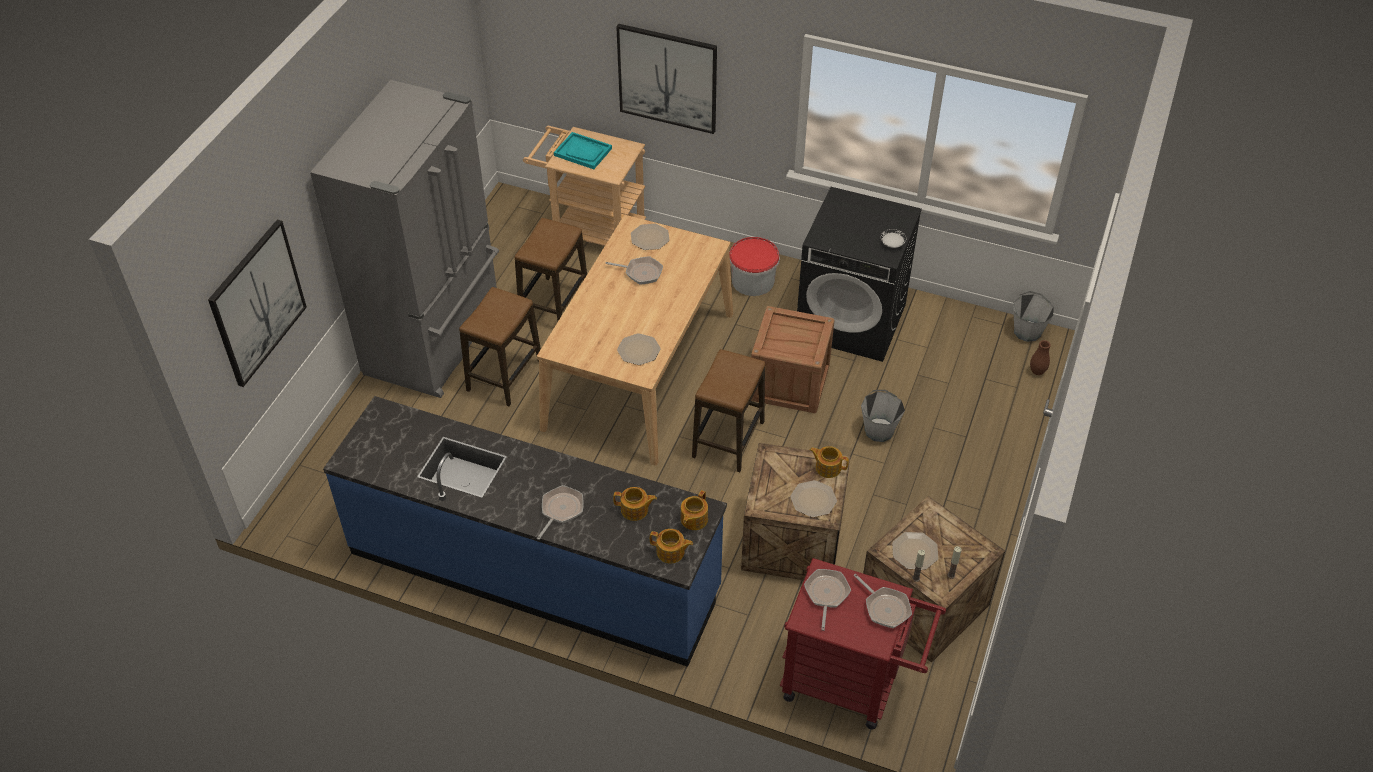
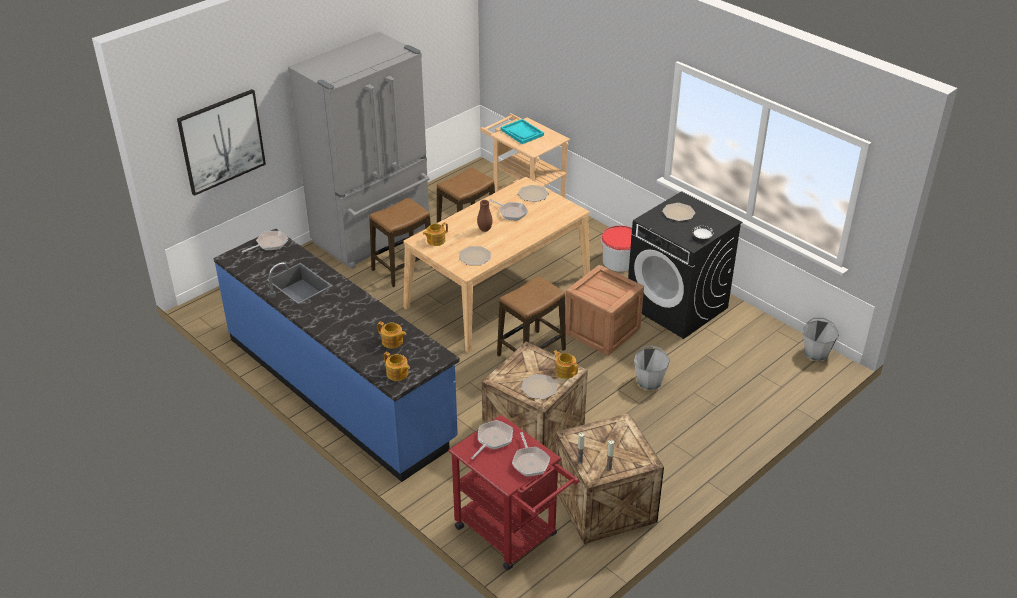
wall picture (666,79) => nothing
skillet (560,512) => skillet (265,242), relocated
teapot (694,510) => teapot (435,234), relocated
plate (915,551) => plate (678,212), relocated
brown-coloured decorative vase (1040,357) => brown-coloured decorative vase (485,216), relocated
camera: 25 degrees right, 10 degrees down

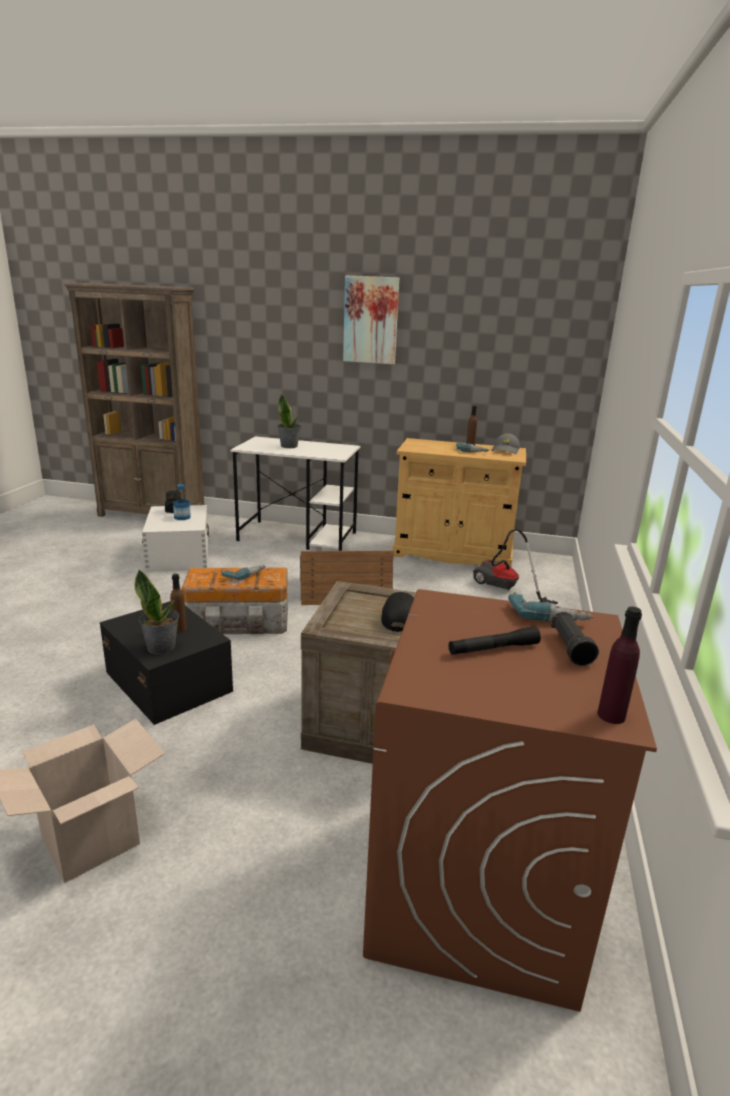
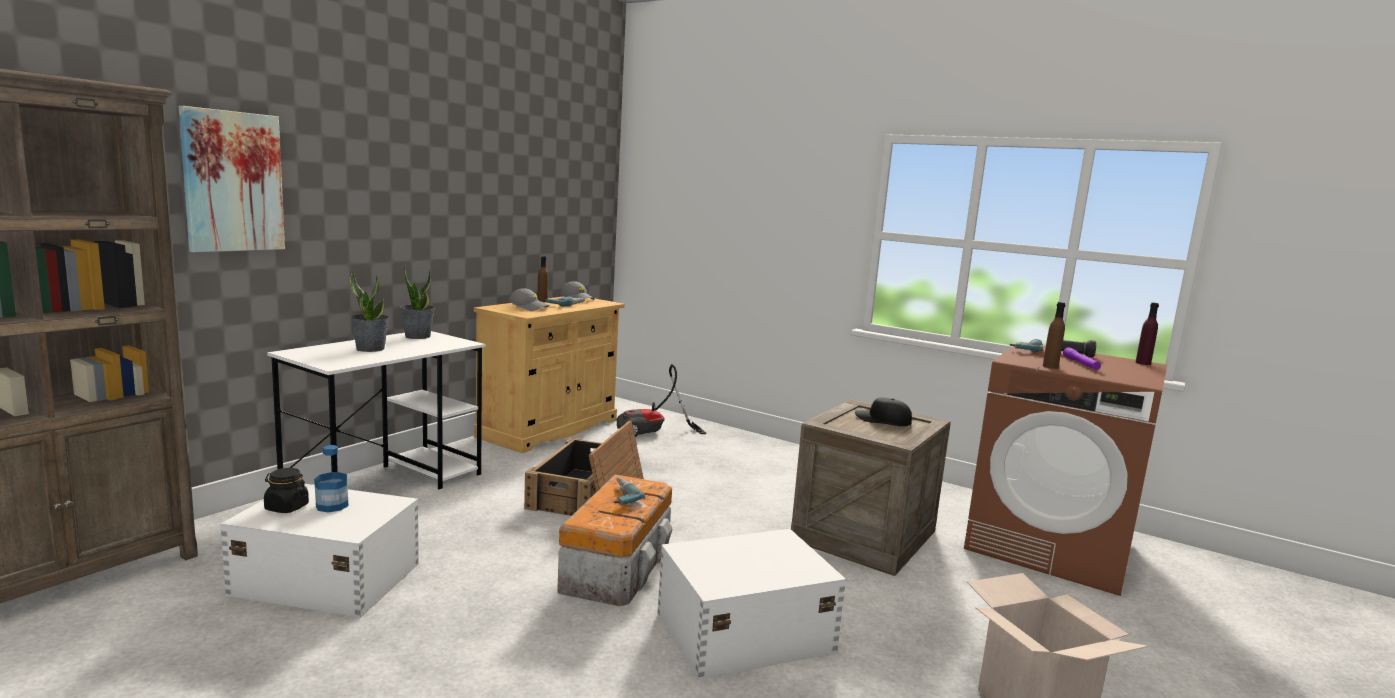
nothing => gray baseball cap (529,299)
plant in a pot (156,612) => plant in a pot (417,302), relocated
brown-coloured beverage bottle (178,603) => brown-coloured beverage bottle (1054,335), relocated
wall picture (371,320) => wall picture (232,179), relocated
blackish storage container (166,663) => white-coloured storage container (751,604)
blackish hand torch (495,640) => purple-coloured hand torch (1082,358)
camera: 70 degrees left, 10 degrees down

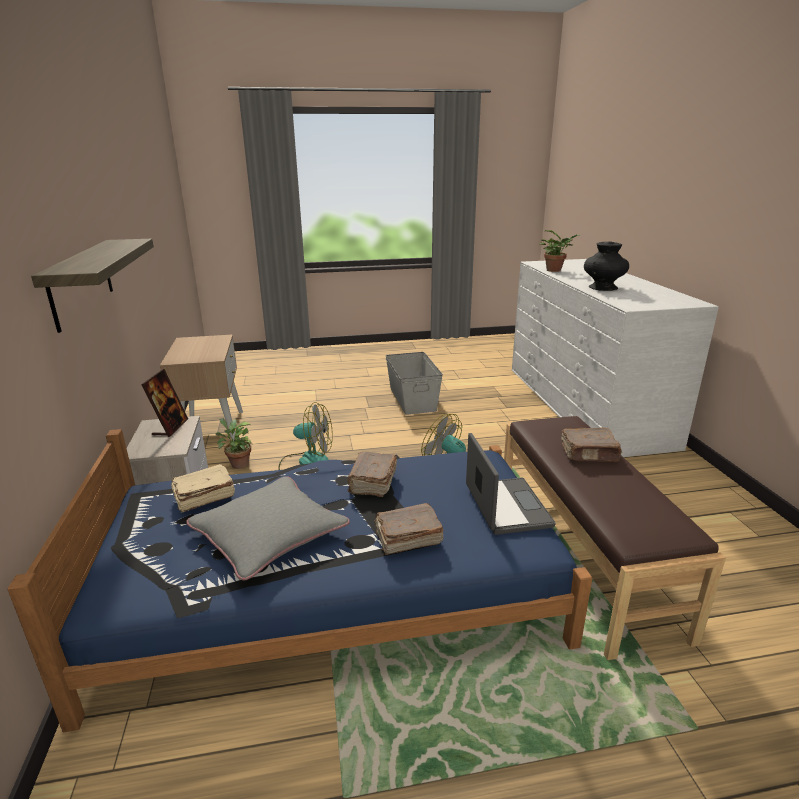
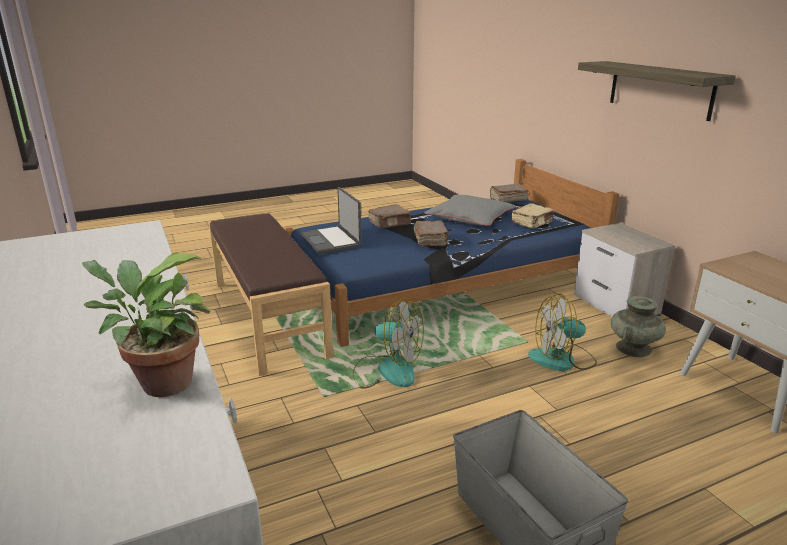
photo frame (164,403) => nothing
blackish decorative vase (606,266) => nothing
brown-coloured bound book (591,444) => brown-coloured bound book (509,193), relocated
plant in a pot (234,443) => turquoise decorative vase (638,326)
camera: 165 degrees right, 0 degrees up

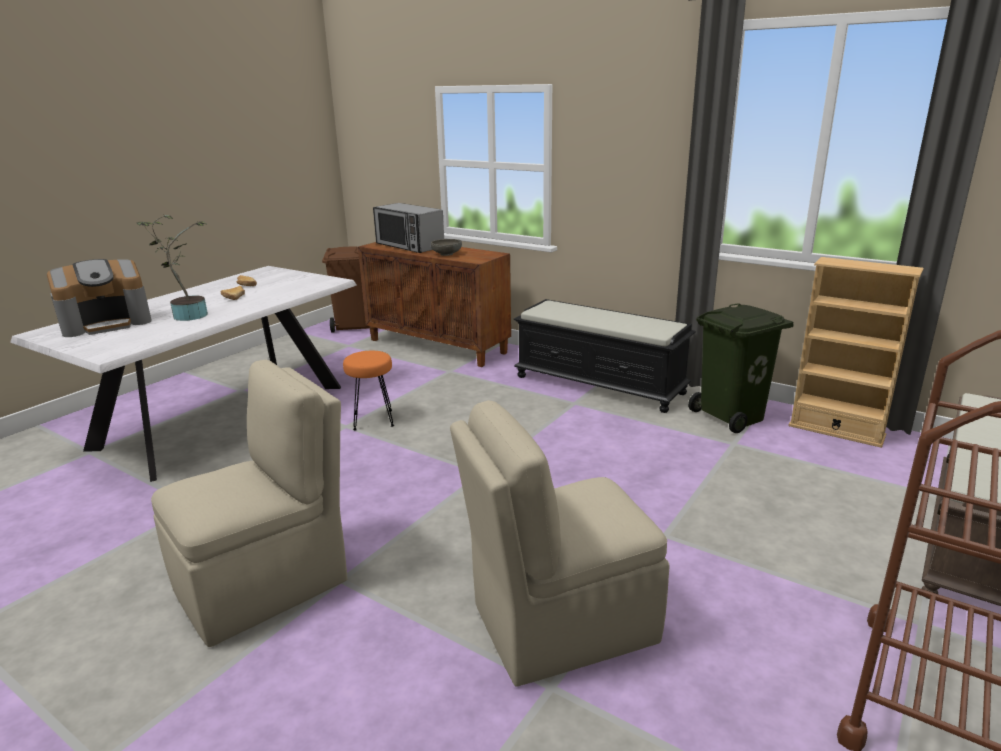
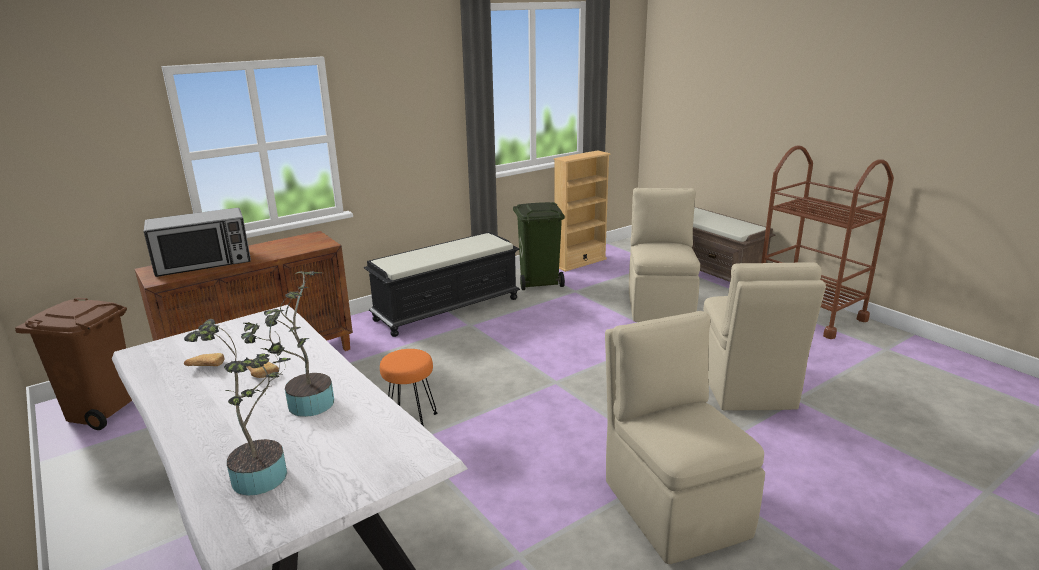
gray serving bowl (446,247) => nothing
nothing => sand-coloured upright chair (664,255)
coffee machine (99,298) => plant in a pot (237,407)
camera: 70 degrees left, 0 degrees up

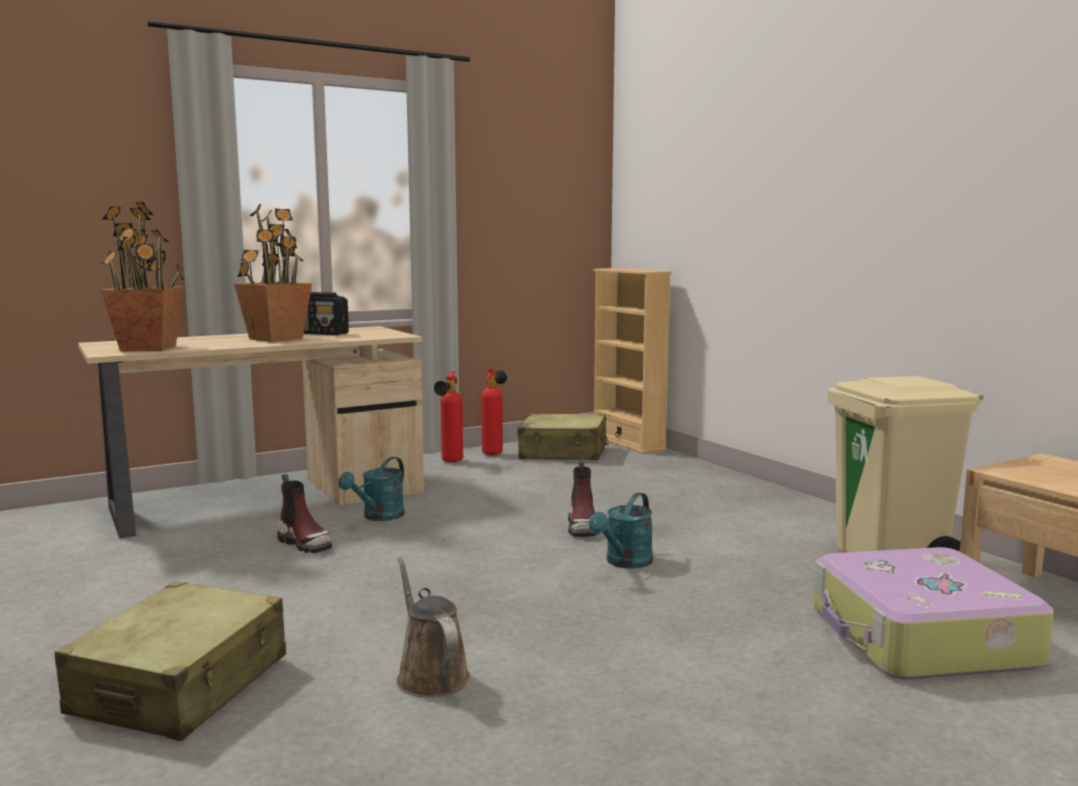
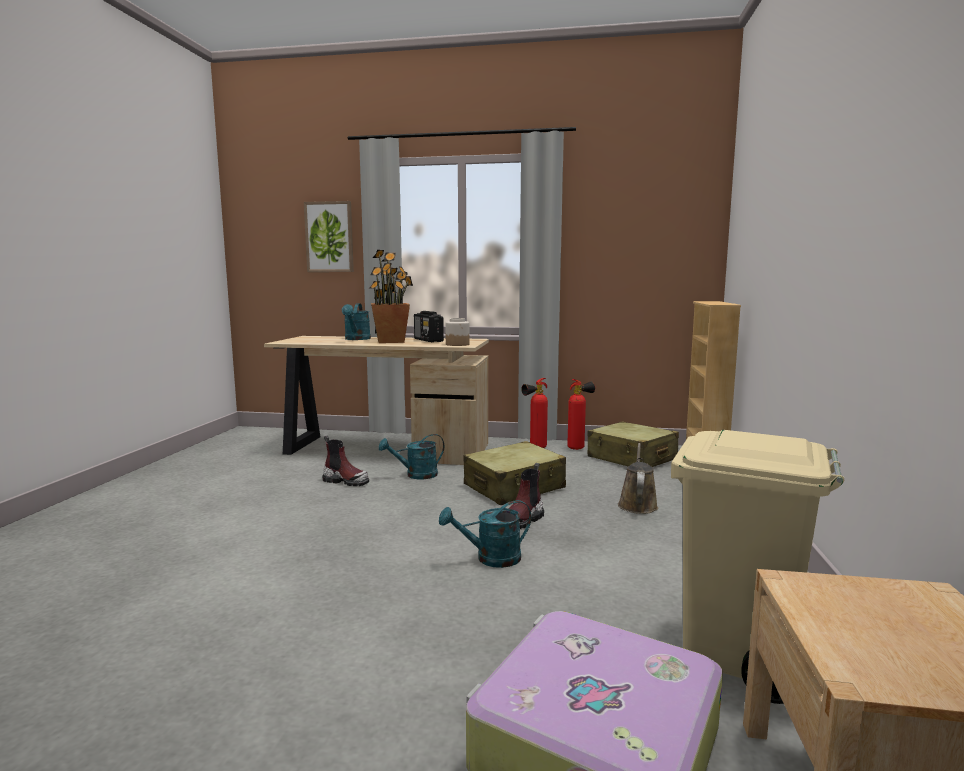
plant in a pot (142,276) => nothing
nothing => wall picture (329,236)
nothing => turquoise sprinkling can (356,321)
nothing => jar (457,332)
sand-coloured piece of luggage (170,661) => sand-coloured piece of luggage (514,473), relocated
brown-coloured sprinkling can (433,626) => brown-coloured sprinkling can (638,478), relocated
boot (304,513) => boot (345,460), 60 degrees counterclockwise
camera: 40 degrees right, 0 degrees up

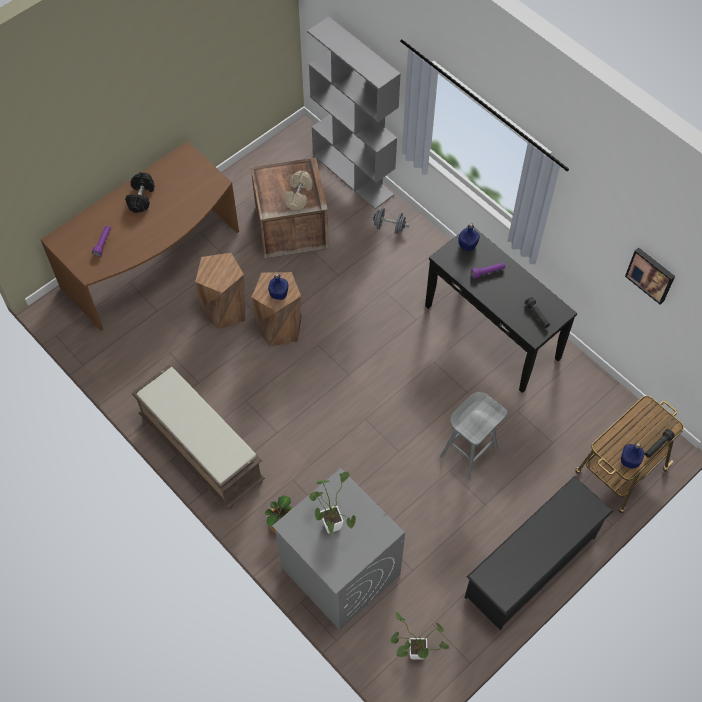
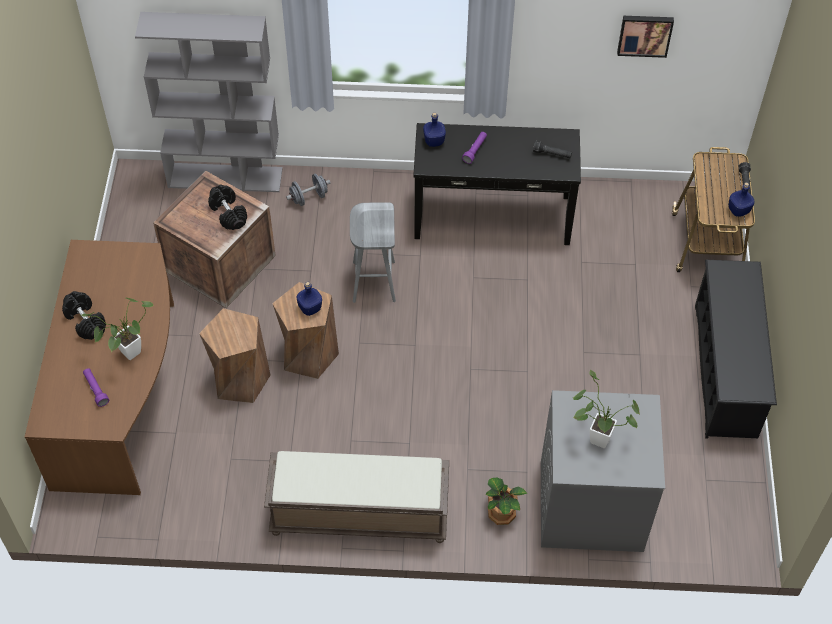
plant in a pot (419,636) => plant in a pot (116,329), relocated
gray sitting stool (473,436) => gray sitting stool (373,252), relocated
sand-coloured free weight (298,190) => blackish free weight (227,207)
camera: 45 degrees left, 5 degrees down

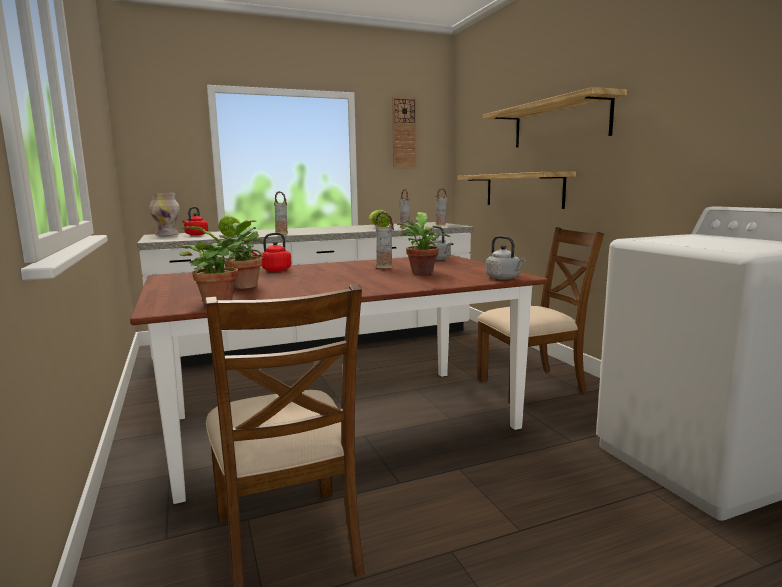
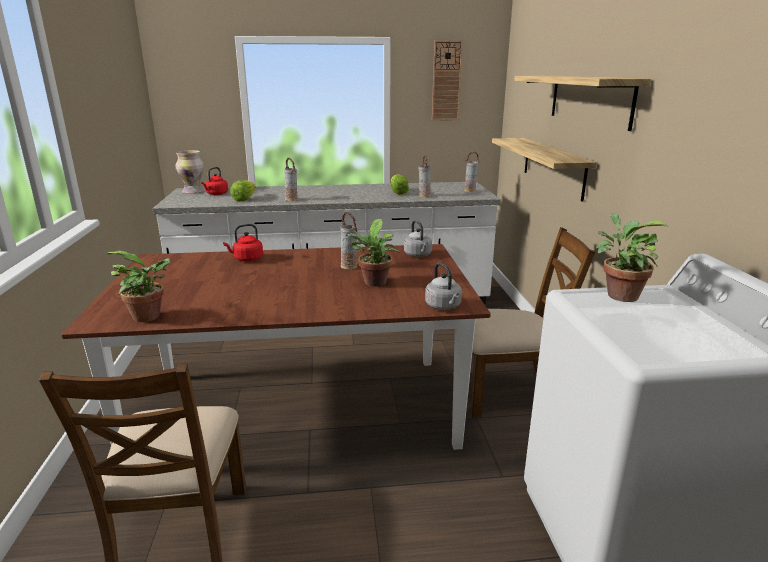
plant in a pot (237,254) => plant in a pot (632,257), relocated
camera: 15 degrees right, 10 degrees up

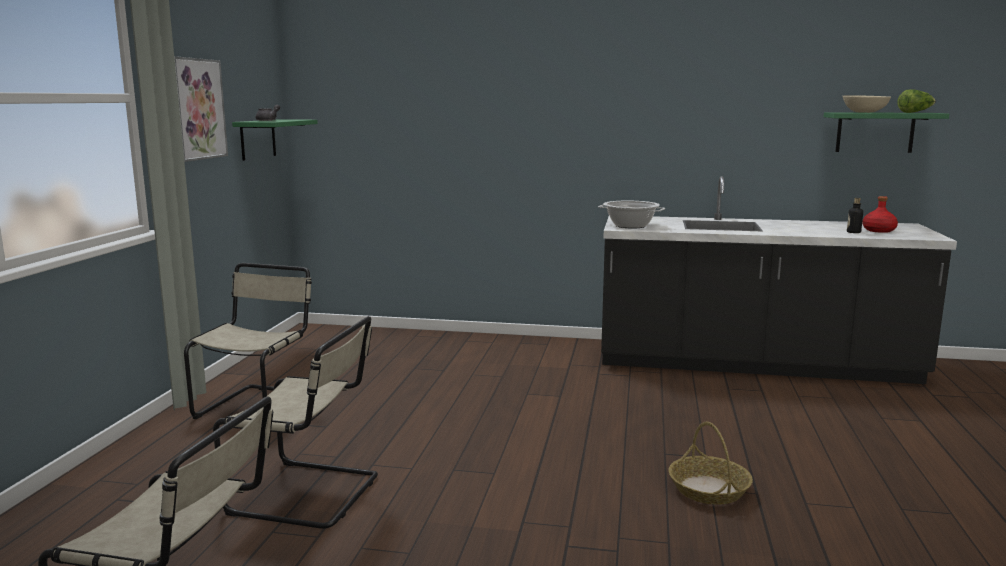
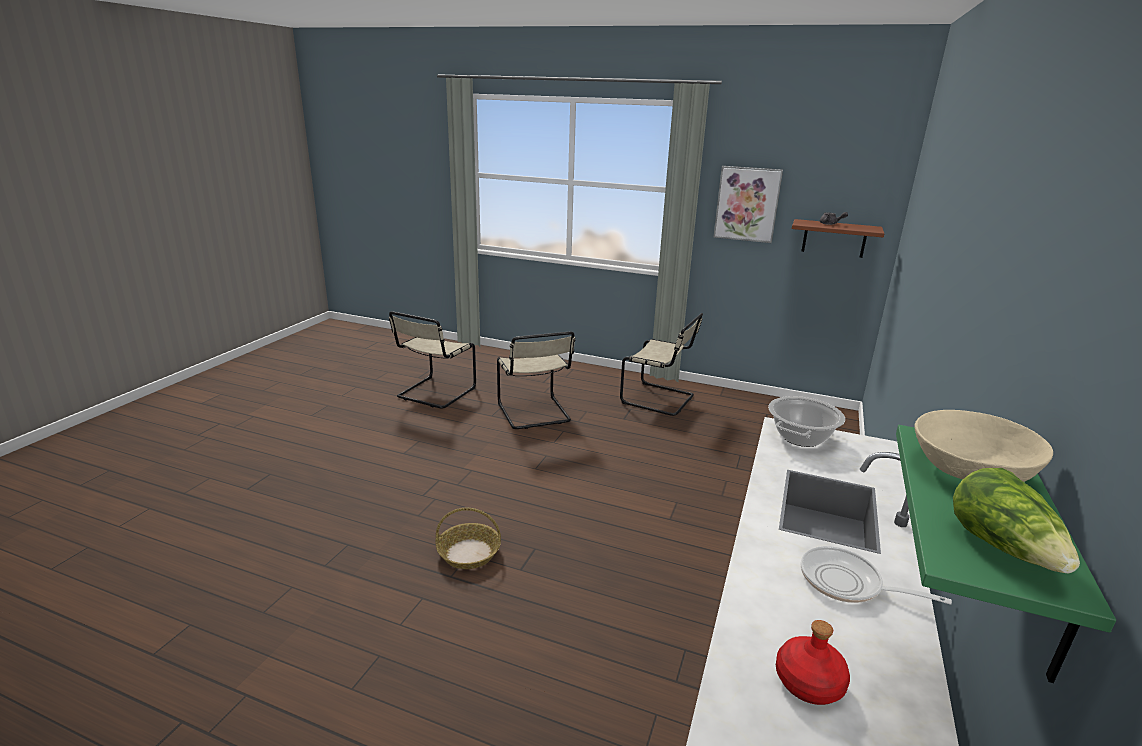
beverage bottle (855,215) => nothing
nothing => skillet (876,575)
green-coloured wall shelf (275,140) => brown-coloured wall shelf (838,238)
sand-coloured upright chair (295,422) => sand-coloured upright chair (536,380), 45 degrees counterclockwise
camera: 100 degrees right, 10 degrees up

